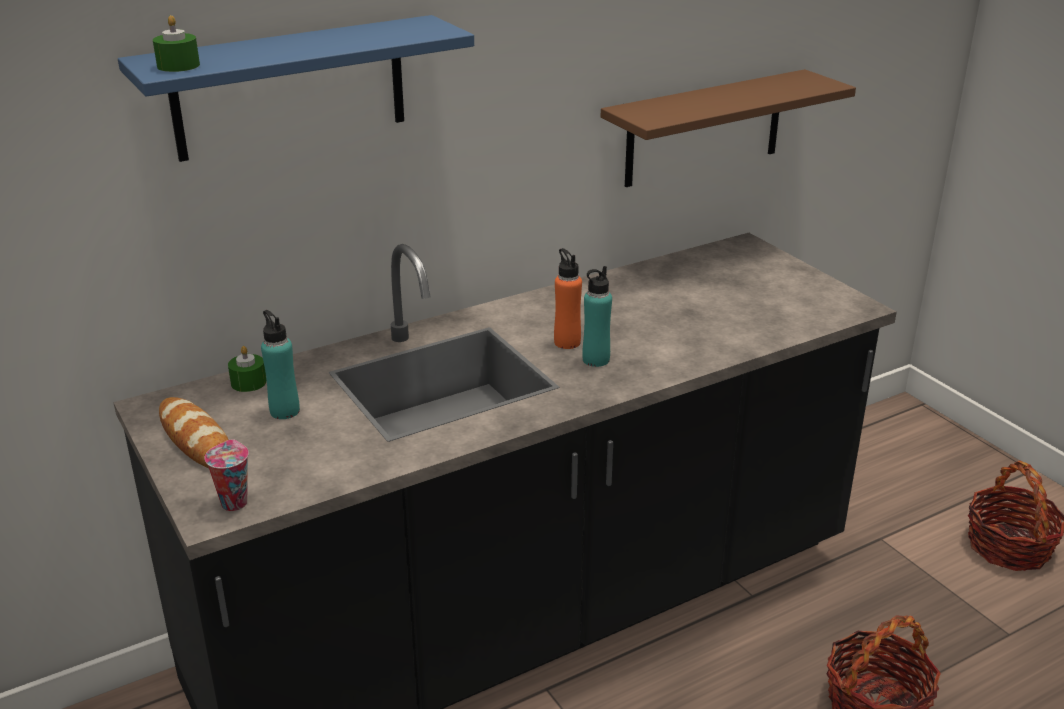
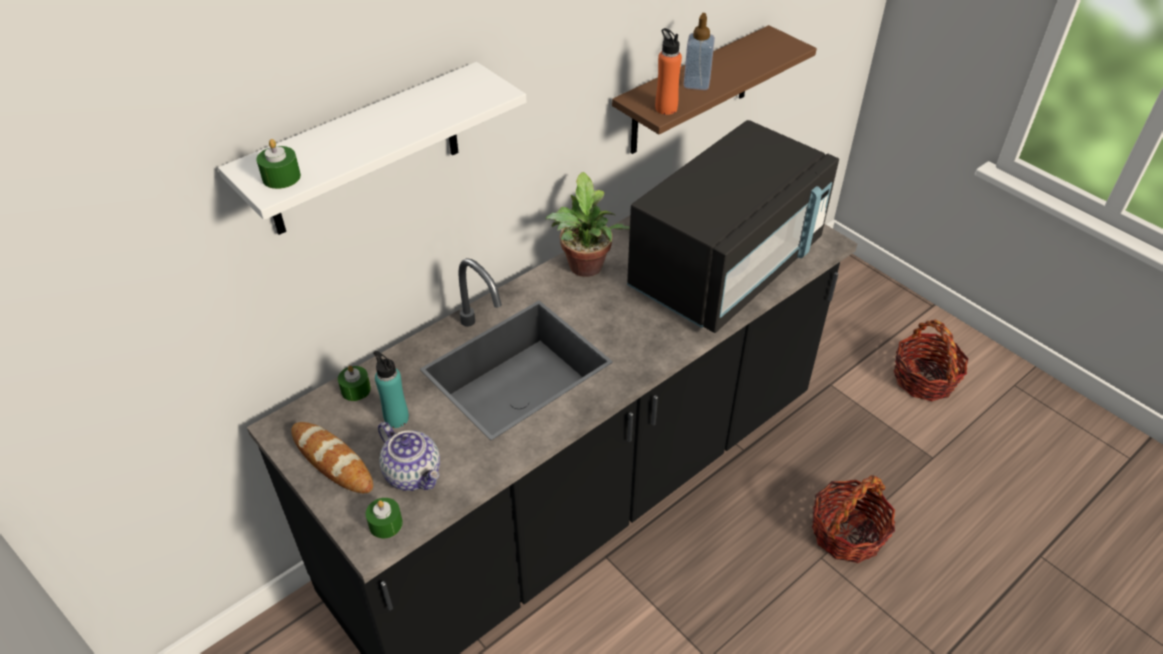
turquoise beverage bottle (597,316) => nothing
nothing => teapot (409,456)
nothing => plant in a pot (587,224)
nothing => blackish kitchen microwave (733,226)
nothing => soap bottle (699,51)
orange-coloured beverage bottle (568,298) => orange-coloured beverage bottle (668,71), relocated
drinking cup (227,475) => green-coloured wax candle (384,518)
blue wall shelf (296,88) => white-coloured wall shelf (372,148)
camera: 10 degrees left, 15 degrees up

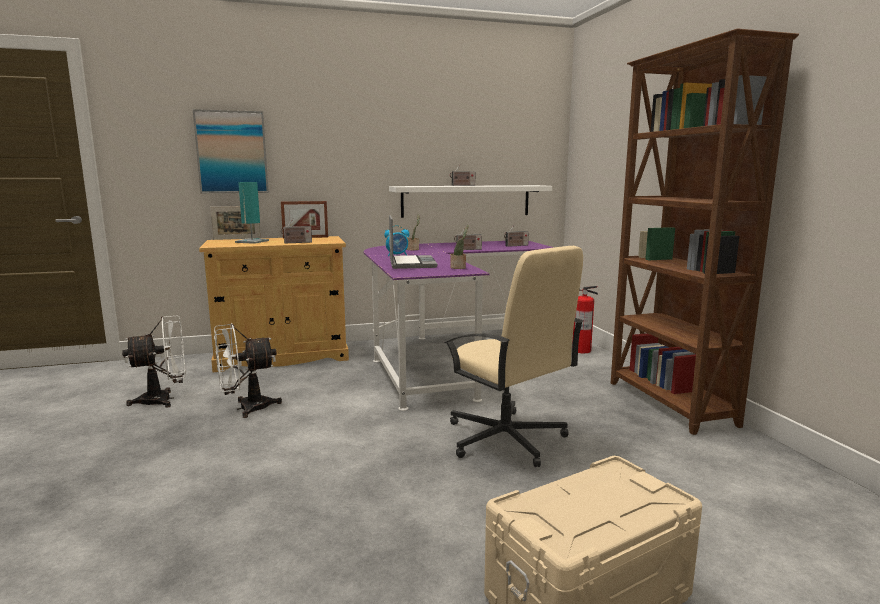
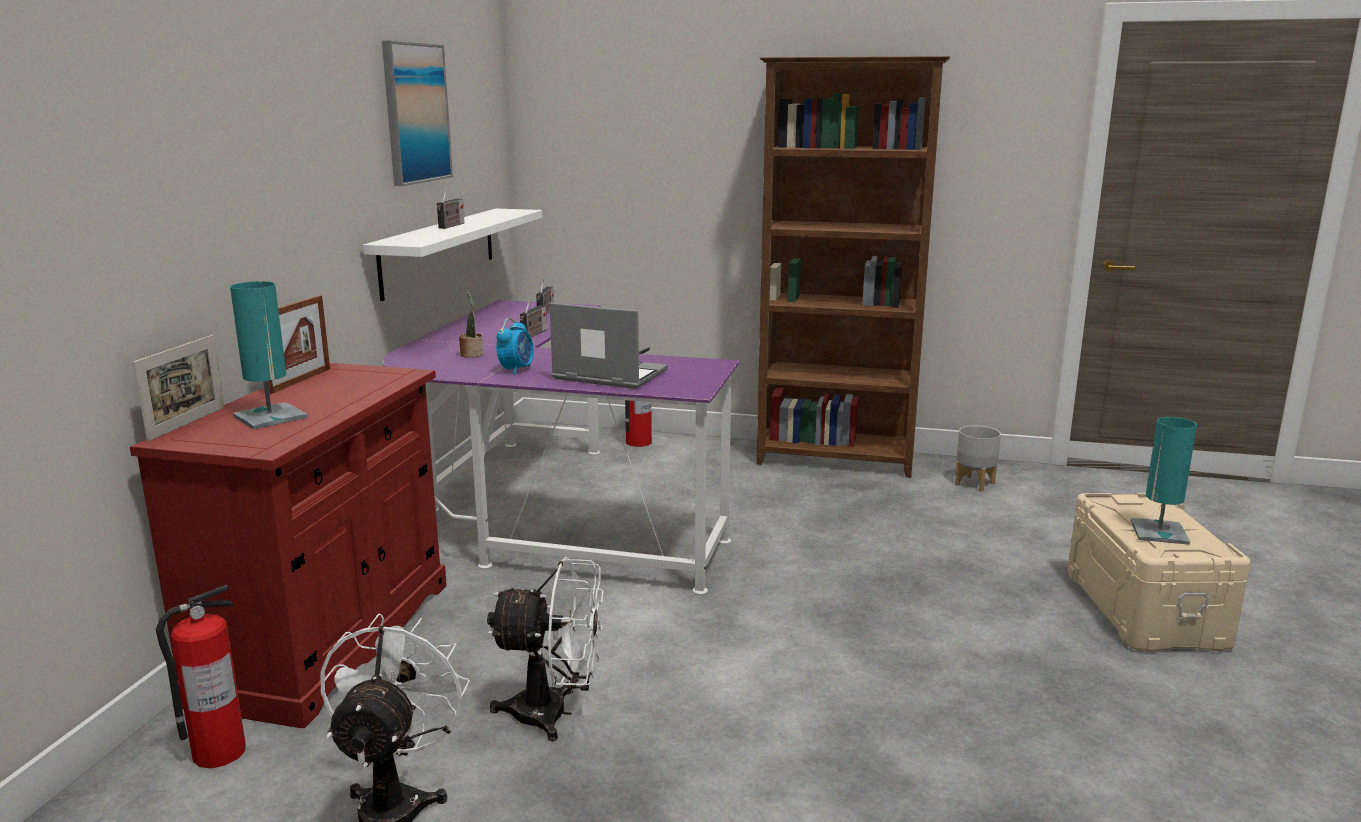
radio set (296,230) => nothing
sand-coloured computer chair (513,356) => nothing
plant in a pot (459,247) => nothing
nothing => extinguisher (201,676)
nothing => gray planter (978,458)
nothing => turquoise lamp for a table (1163,481)
wall picture (231,151) => wall picture (417,113), relocated
sand-coloured storage cabinet (274,304) => red storage cabinet (288,545)
white-coloured cooling fan (248,370) => white-coloured cooling fan (545,649), 90 degrees counterclockwise
camera: 60 degrees left, 5 degrees up

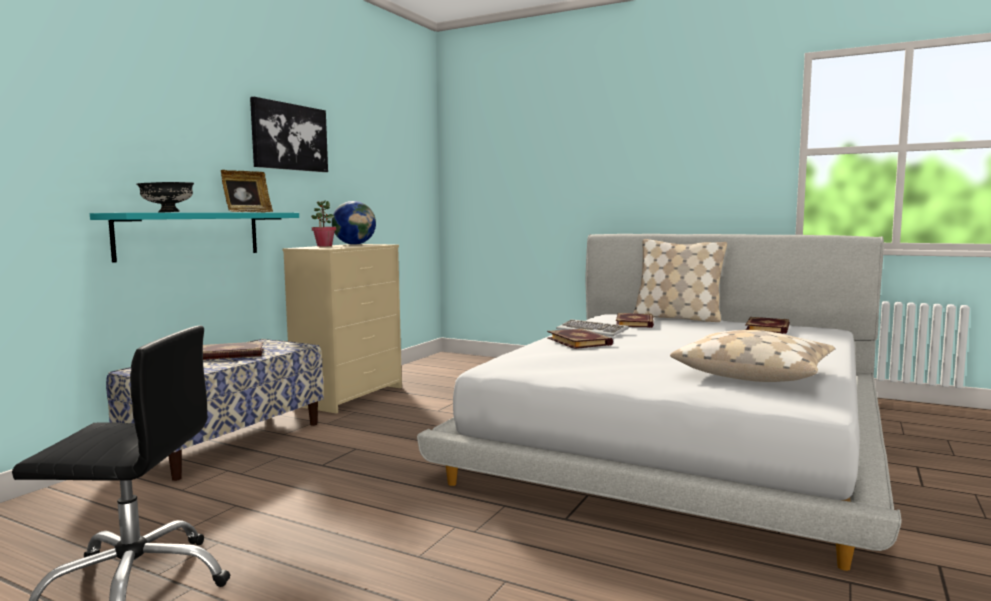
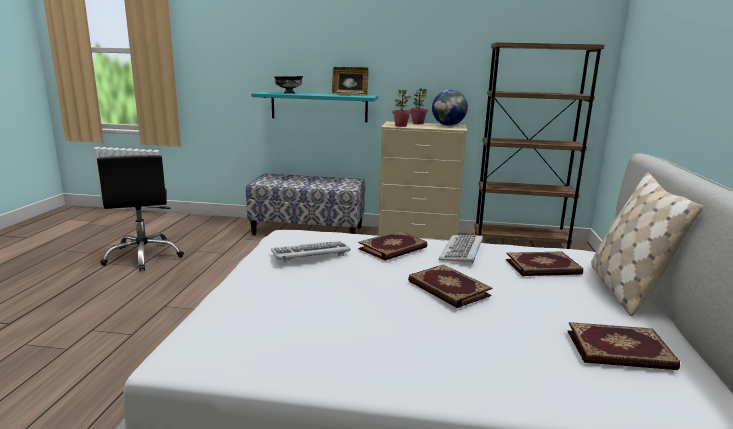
wall picture (289,134) => nothing
sand-coloured cushion (752,356) => nothing
nothing => keyboard (311,252)
nothing => plant in a pot (402,108)
nothing => brown-coloured bookcase (539,145)
bound book (233,350) => bound book (450,286), relocated
camera: 70 degrees right, 10 degrees up

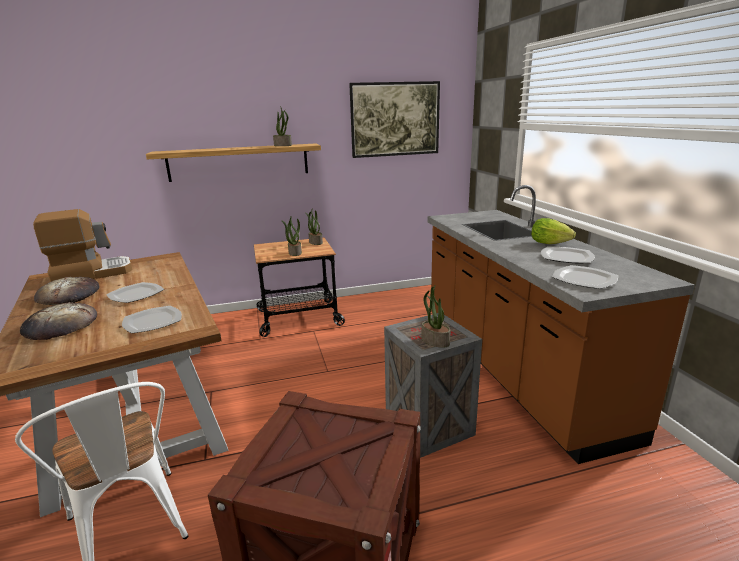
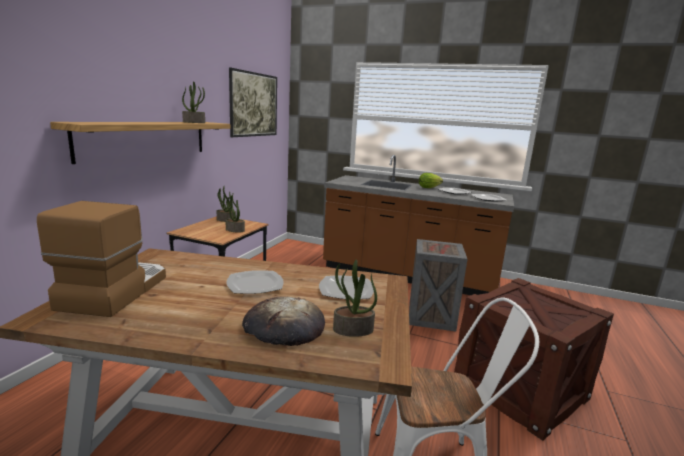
baked bread (66,291) => nothing
plant in a pot (436,317) => plant in a pot (355,298), relocated
camera: 55 degrees left, 5 degrees down

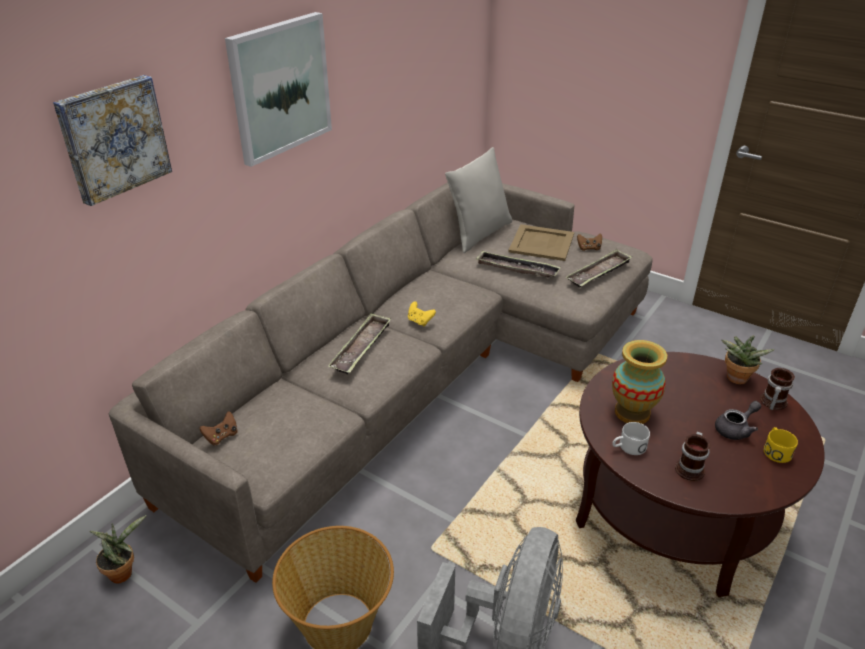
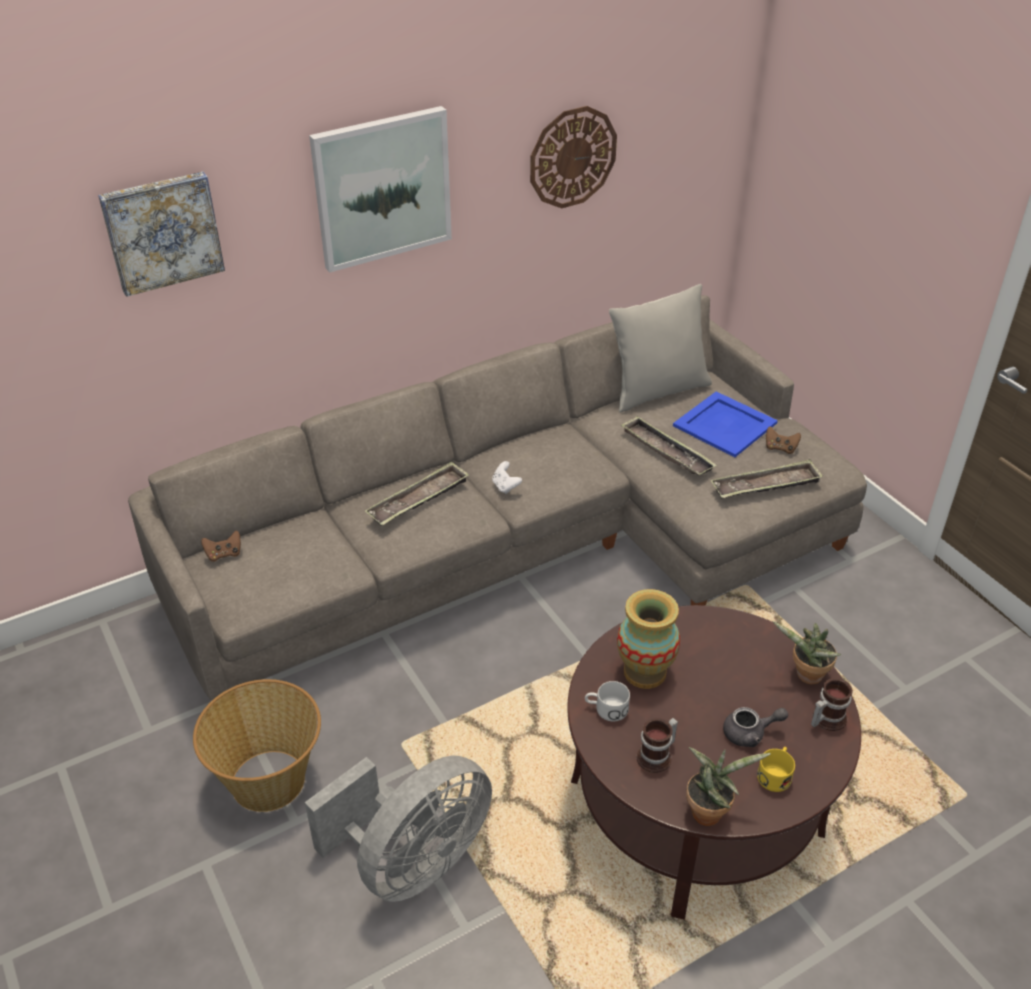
nothing => clock on the wall (573,157)
plant in a pot (118,549) => plant in a pot (728,786), relocated
yellowish game controller (422,313) => white-coloured game controller (507,477)
sand-coloured serving tray (541,242) => blue serving tray (725,424)
camera: 25 degrees right, 5 degrees up

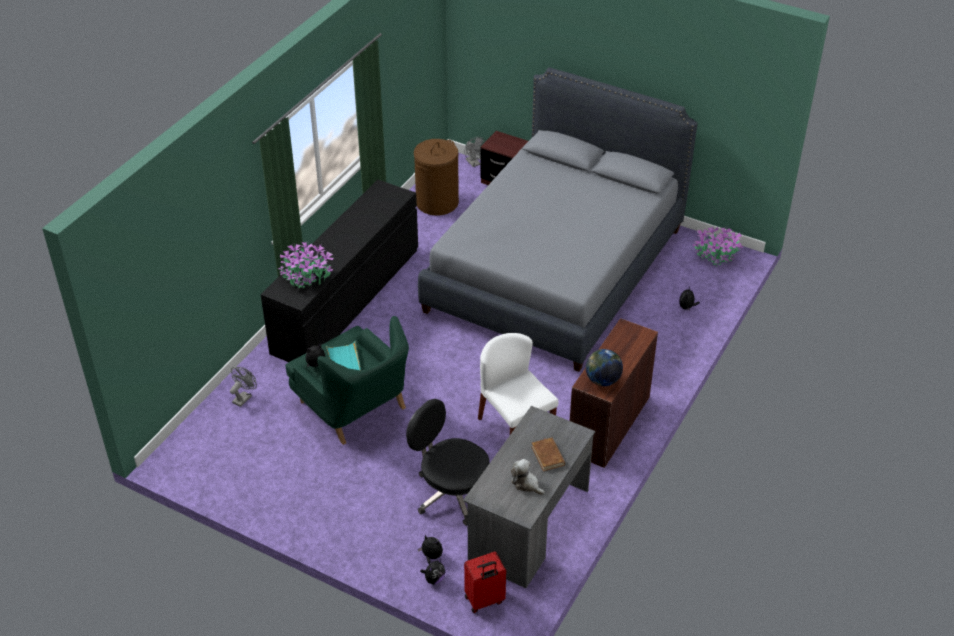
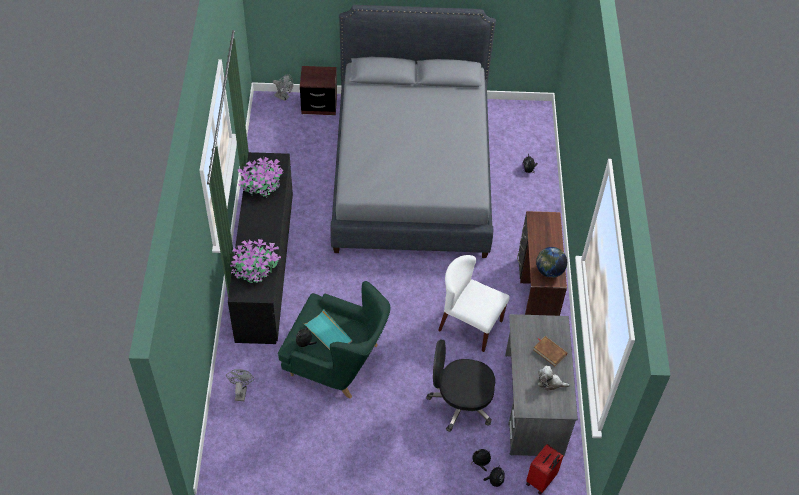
brown-coloured washing basket (436,177) => nothing
plant in a pot (718,246) => plant in a pot (260,177), relocated
camera: 30 degrees left, 10 degrees up

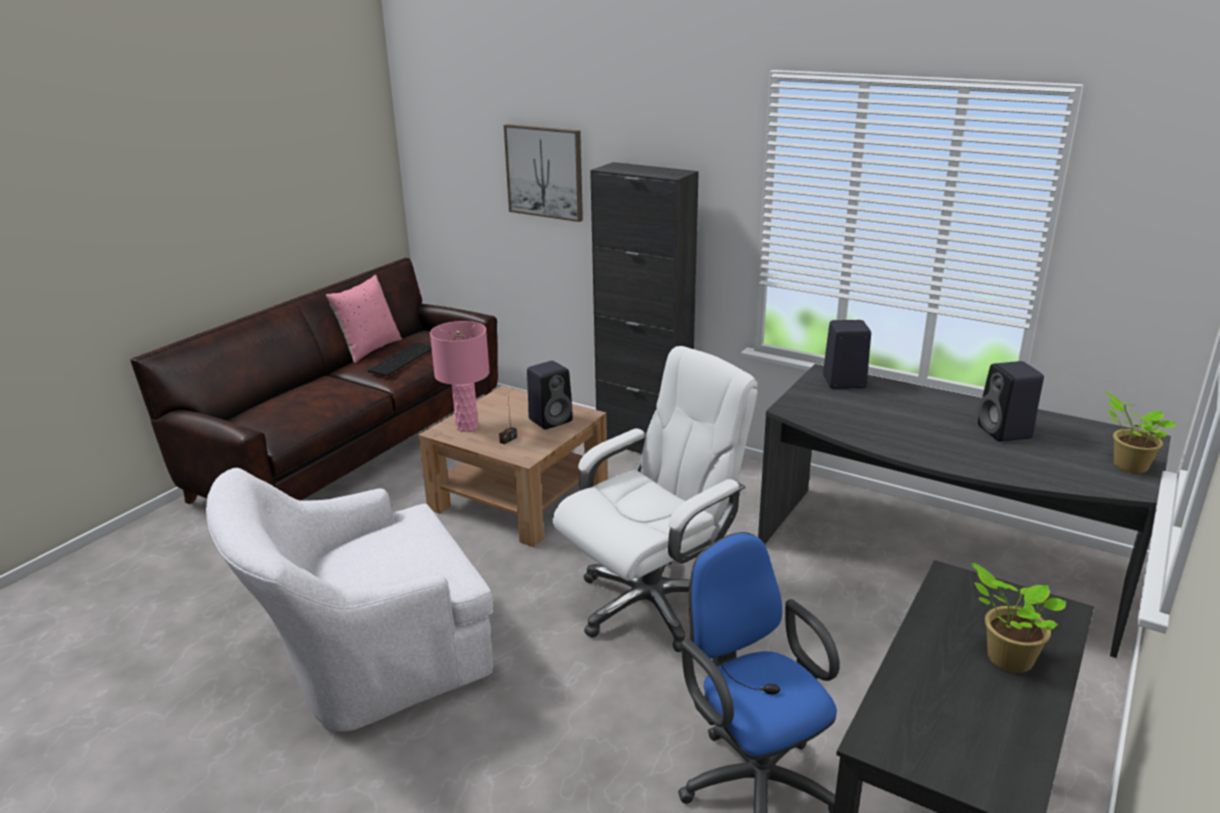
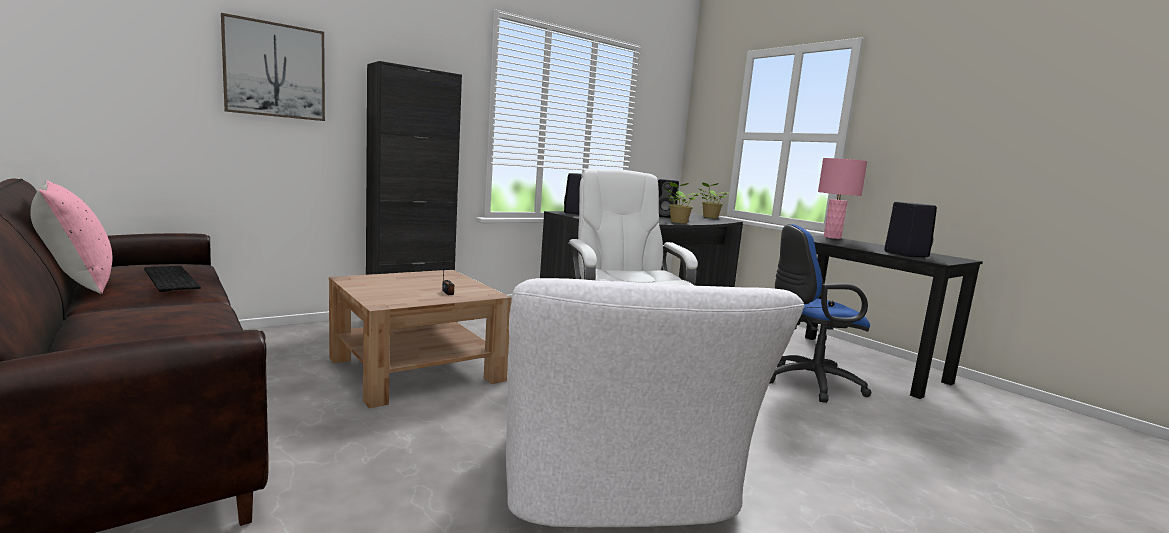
pink lamp for a table (460,376) => pink lamp for a table (843,198), relocated
blackish loudspeaker (550,395) => blackish loudspeaker (910,229), relocated
plant in a pot (1018,618) => plant in a pot (682,202), relocated
camera: 70 degrees left, 15 degrees down

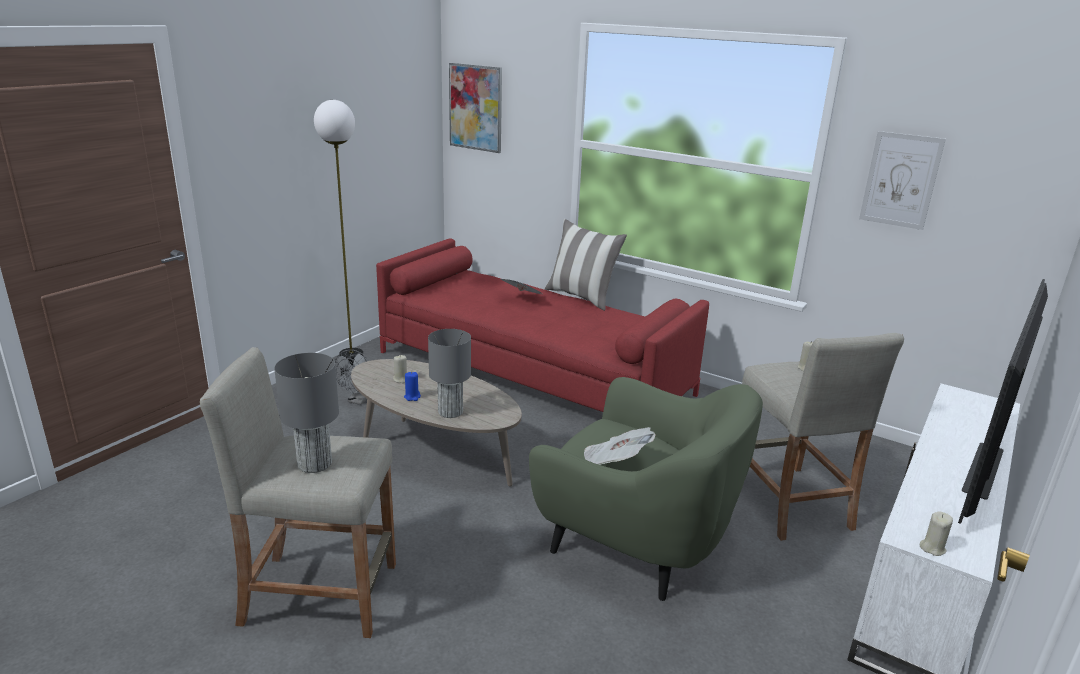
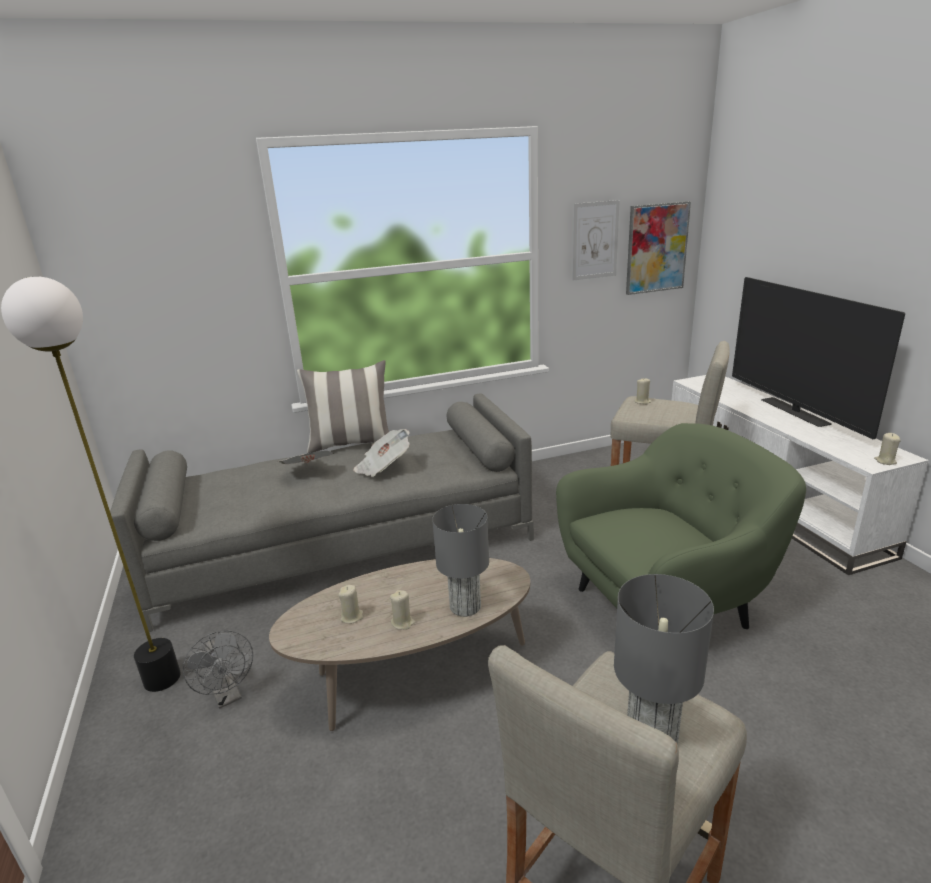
wall picture (475,108) => wall picture (658,248), relocated
printed paper (619,446) => printed paper (382,453), relocated
red settee (542,325) => gray settee (322,512)
blue wax candle (412,386) => sand-coloured wax candle (402,610)
camera: 50 degrees left, 0 degrees up

